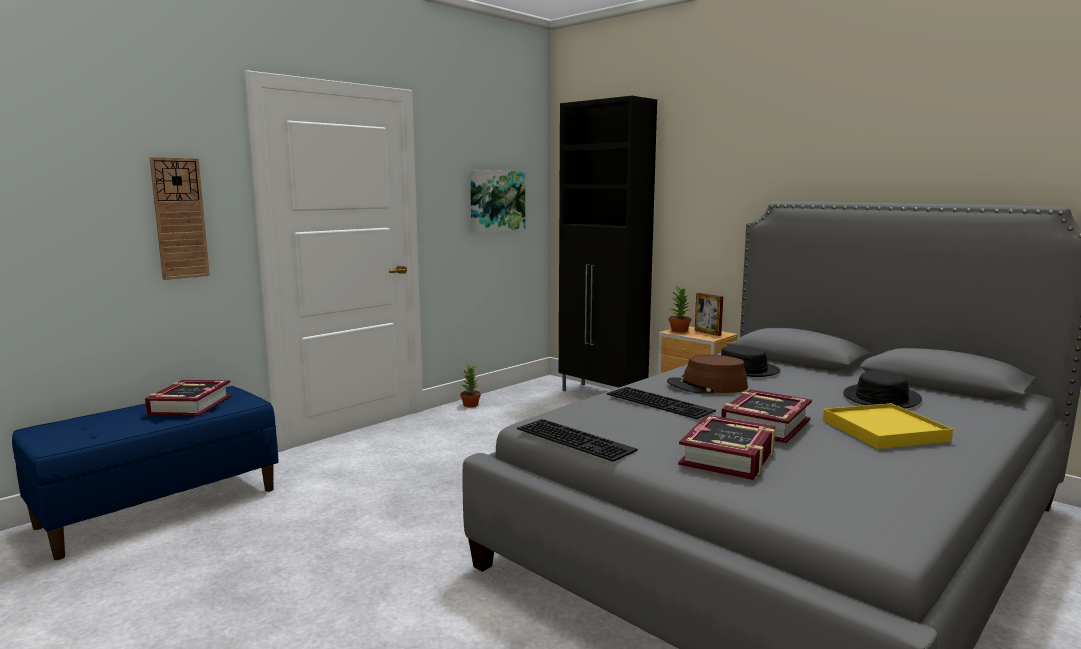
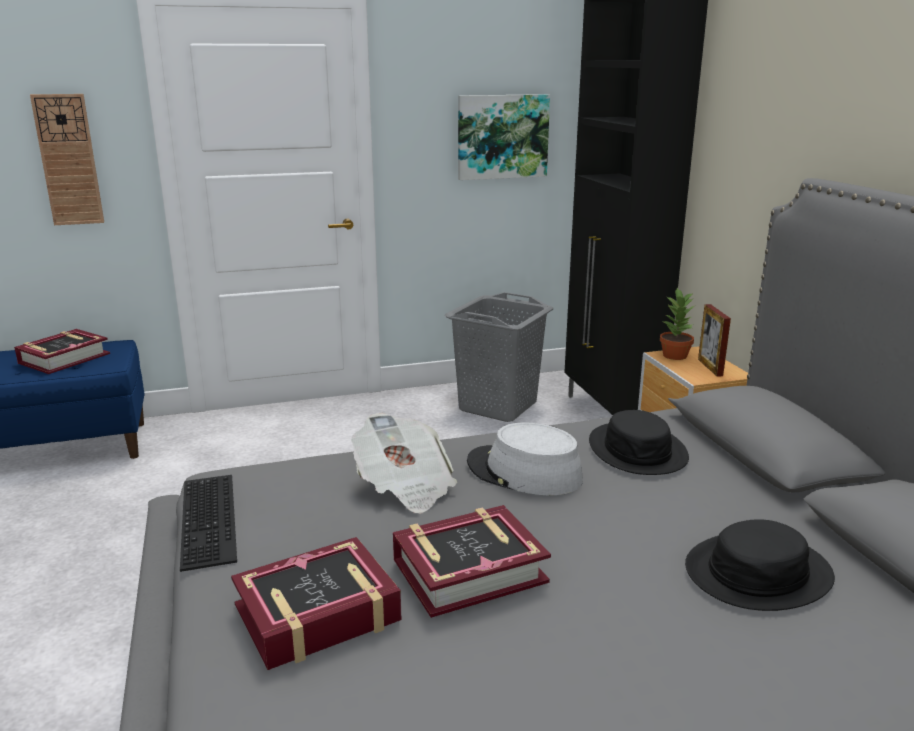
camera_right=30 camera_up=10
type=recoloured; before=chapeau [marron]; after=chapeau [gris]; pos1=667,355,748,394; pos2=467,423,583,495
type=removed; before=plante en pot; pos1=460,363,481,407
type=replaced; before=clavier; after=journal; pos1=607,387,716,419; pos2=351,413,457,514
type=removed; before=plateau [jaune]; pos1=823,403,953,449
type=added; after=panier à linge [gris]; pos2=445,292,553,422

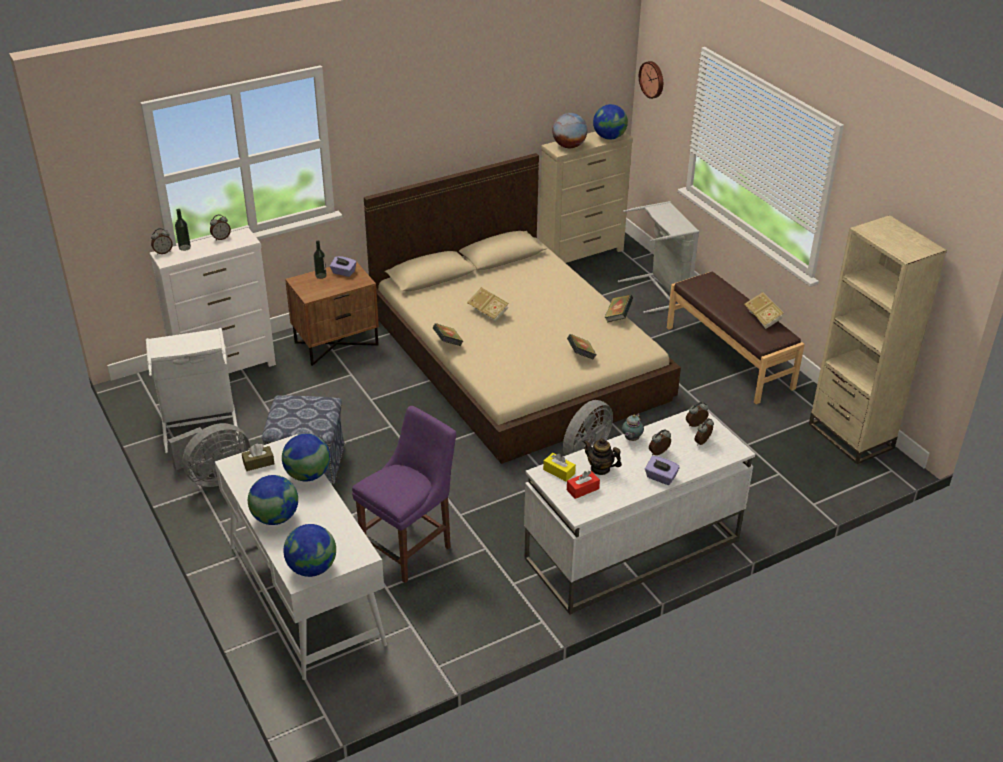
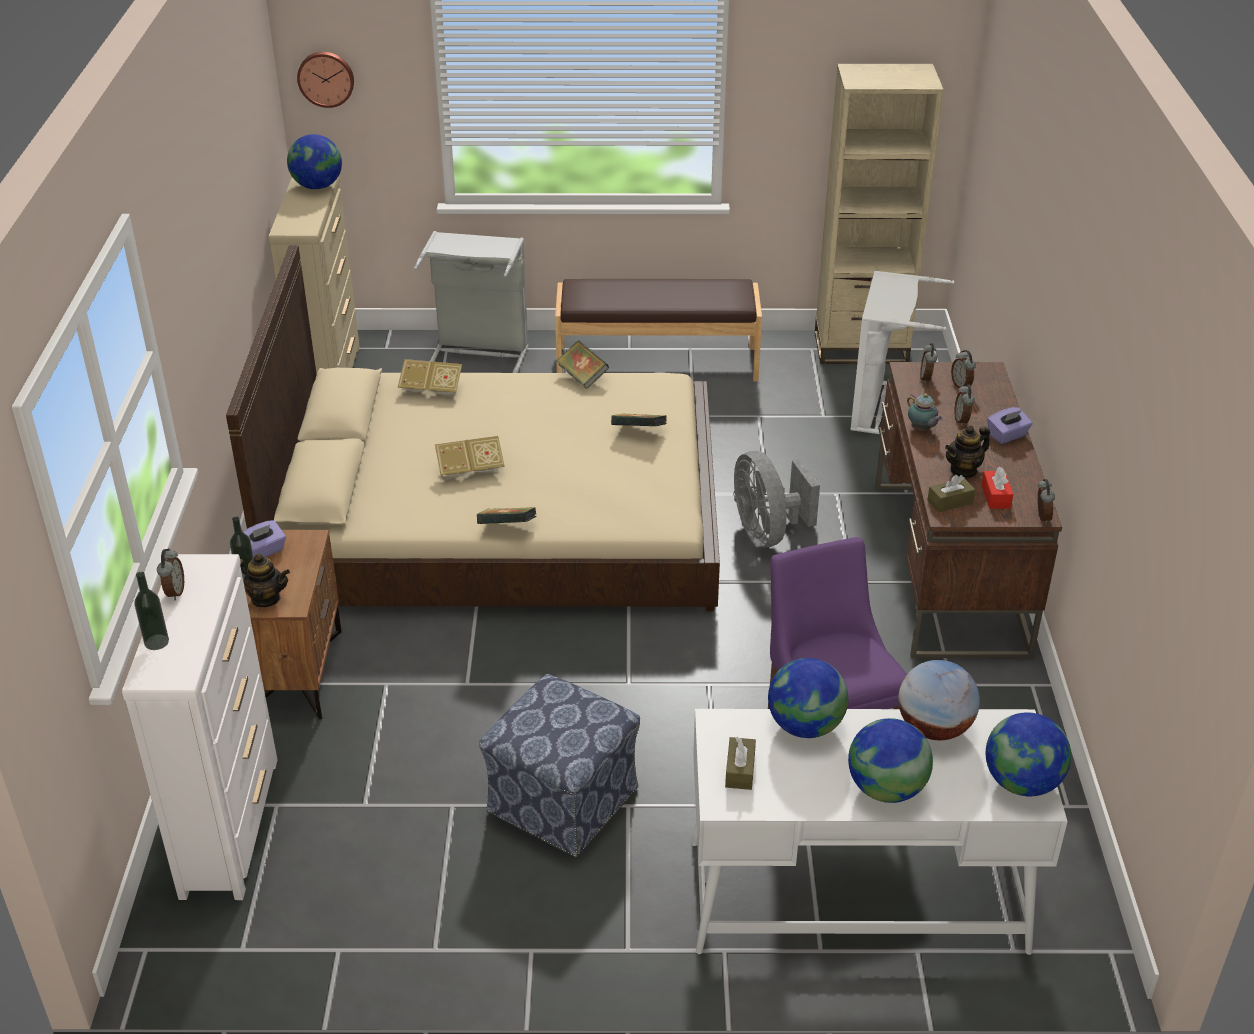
camera_right=-60 camera_up=0
type=moved; before=globe; pos1=552,113,587,148; pos2=898,660,980,740
type=moved; before=réveil; pos1=151,228,173,255; pos2=1037,479,1055,524
type=moved; before=livre; pos1=744,292,784,329; pos2=398,359,462,398
type=moved; before=panier à linge [blanc]; pos1=146,328,239,453; pos2=850,271,955,434
type=recoloured; before=bureau [blanc]; after=bureau [marron]; pos1=524,410,755,615; pos2=875,362,1062,658
type=removed; before=ventilateur [gris]; pos1=168,423,250,487
type=recoloured; before=boîte à mouchoirs [jaune]; after=boîte à mouchoirs [marron]; pos1=543,453,576,482; pos2=927,475,976,513
type=added; after=théière; pos2=240,554,290,607

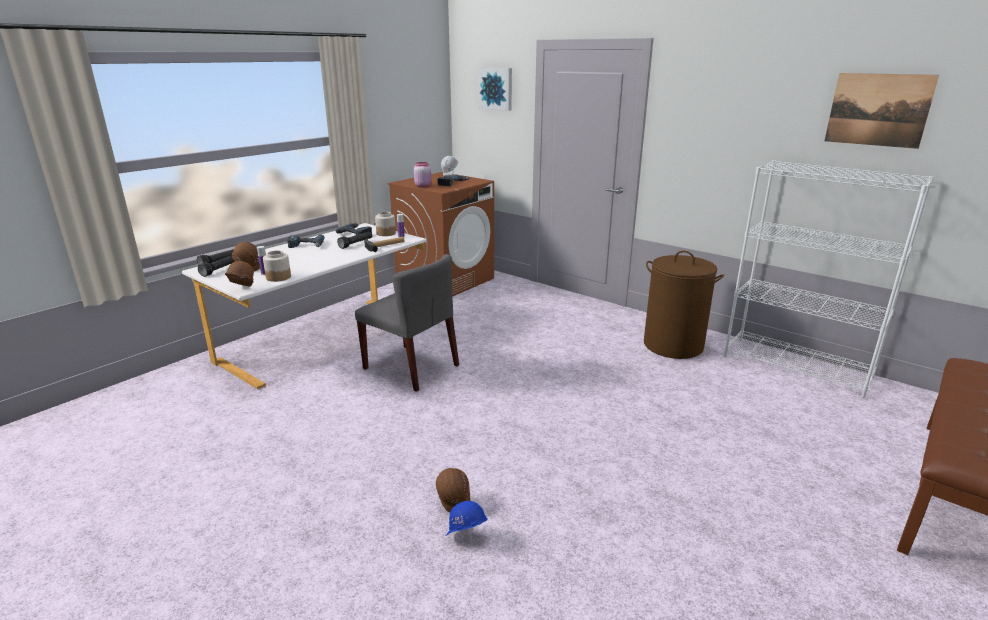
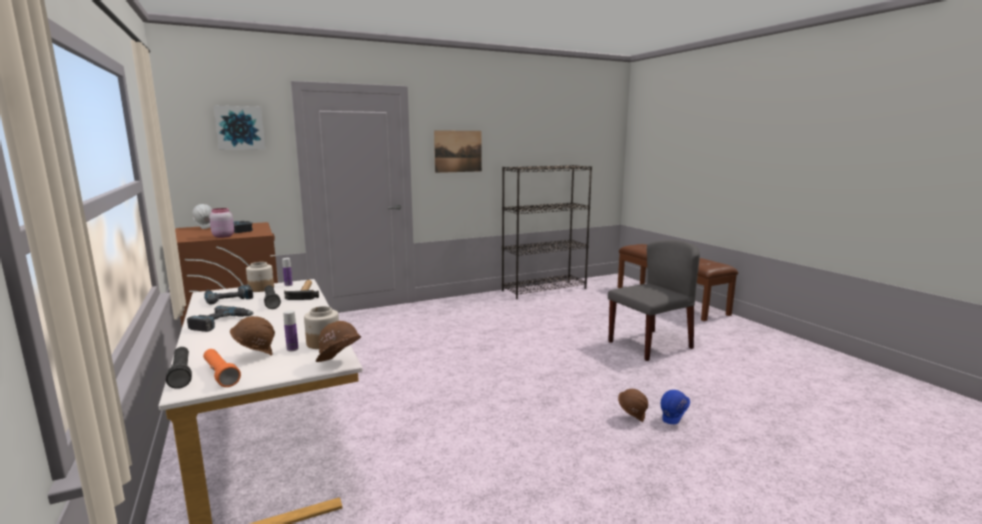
camera_right=-65 camera_up=-10
type=moved; before=tableau; pos1=825,73,939,149; pos2=434,130,482,173
type=recoloured; before=bibliothèque [blanc]; after=bibliothèque [noir]; pos1=724,160,934,398; pos2=502,165,592,299
type=removed; before=panier à linge [marron]; pos1=644,251,724,359
type=moved; before=chaise [gris]; pos1=355,254,459,392; pos2=608,240,700,361
type=recoloured; before=lampe de poche [noir]; after=lampe de poche [orange]; pos1=198,255,235,277; pos2=203,349,241,387

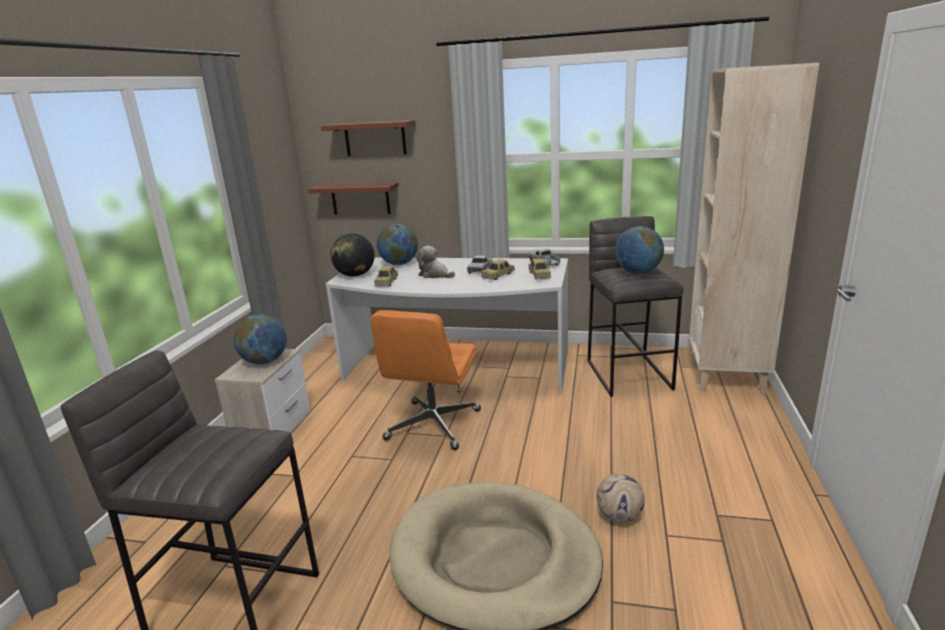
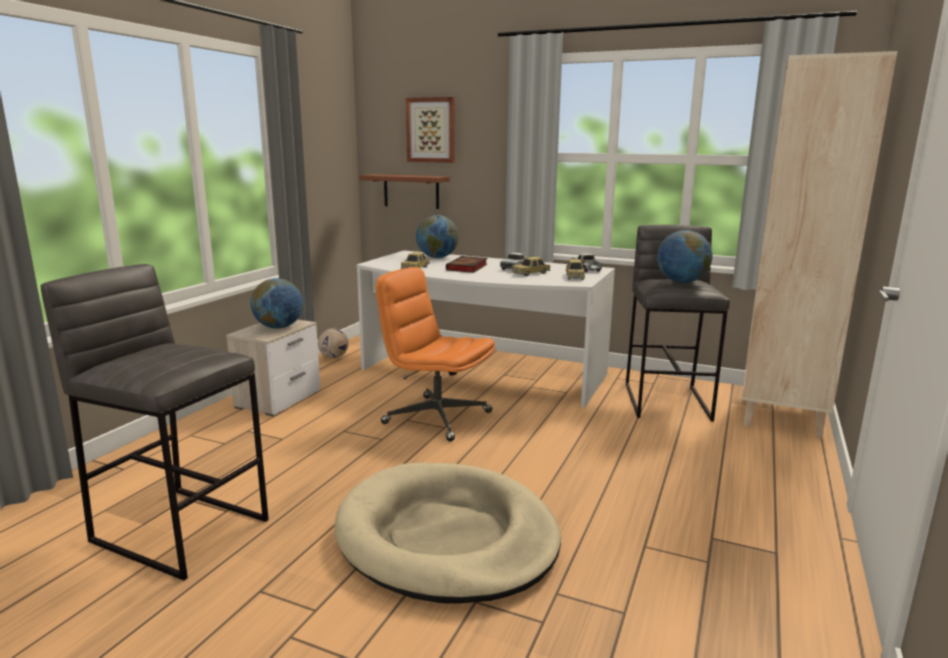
camera_right=10 camera_up=-5
type=replaced; before=étagère [marron]; after=tableau; pos1=321,120,416,156; pos2=406,97,455,163
type=removed; before=globe; pos1=331,233,375,277
type=replaced; before=peluche; after=livre; pos1=416,246,455,278; pos2=446,256,487,273
type=turned; before=chaise de bureau [orange]; pos1=370,310,481,450; pos2=376,267,496,441; turn=90
type=moved; before=ballon de foot; pos1=597,473,645,523; pos2=318,328,349,358

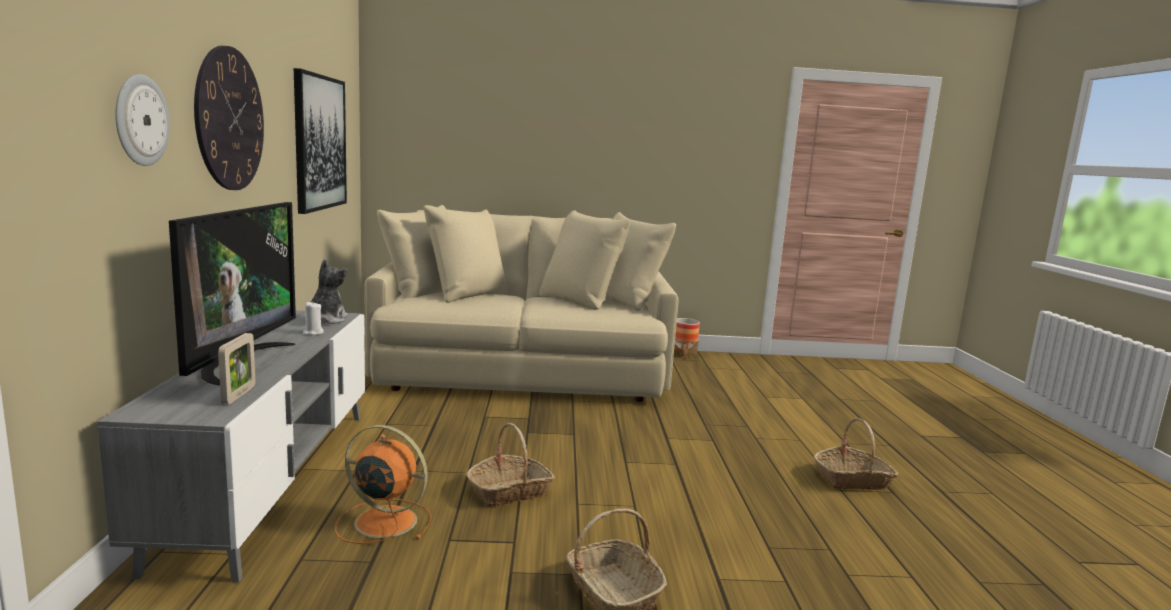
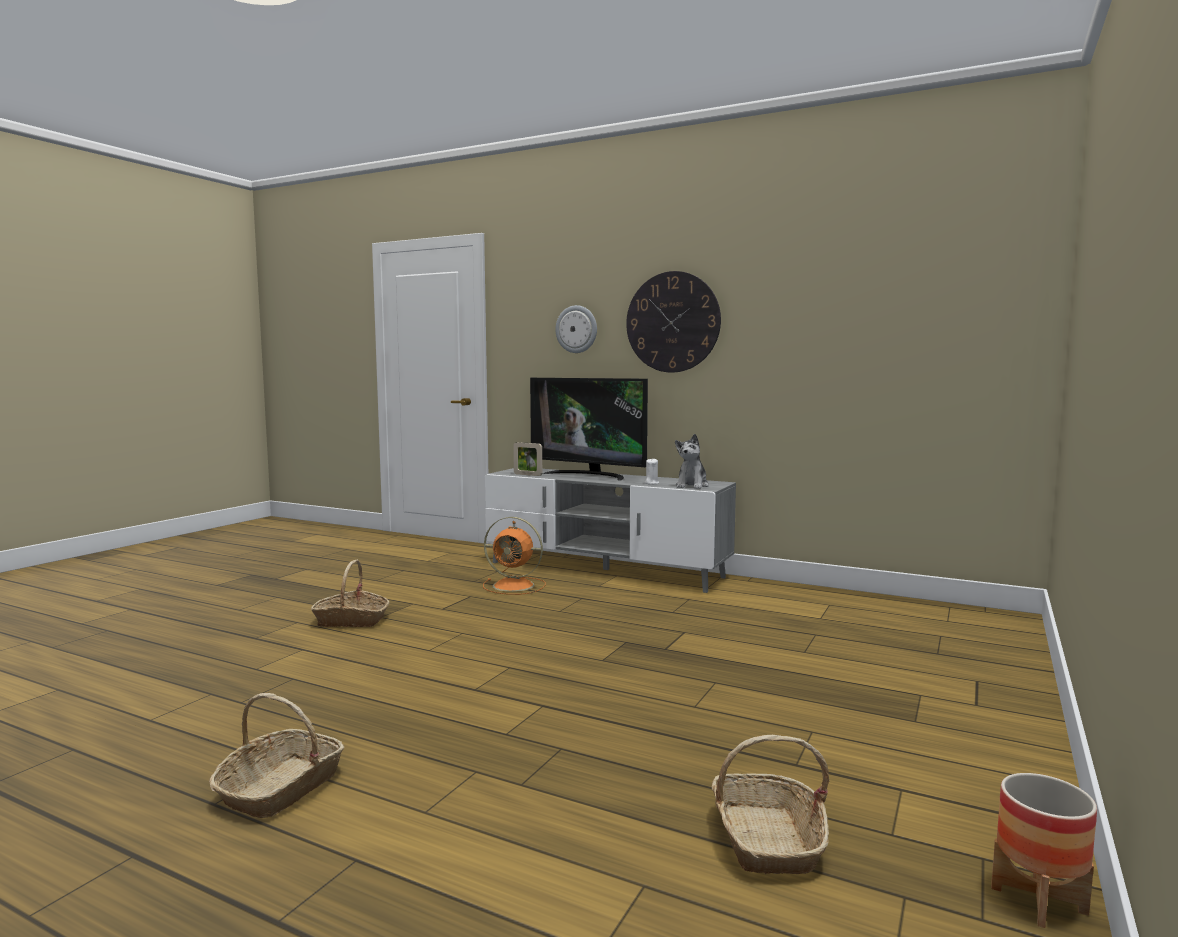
camera_right=120 camera_up=-5
type=removed; before=tableau; pos1=294,68,347,214
type=removed; before=canapé [beige]; pos1=364,205,679,402
type=turned; before=peluche; pos1=311,259,348,324; pos2=675,434,709,489; turn=75
type=moved; before=panier; pos1=466,423,555,507; pos2=712,735,829,874
type=turned; before=ventilateur [orange]; pos1=335,425,432,544; pos2=483,517,546,595; turn=60

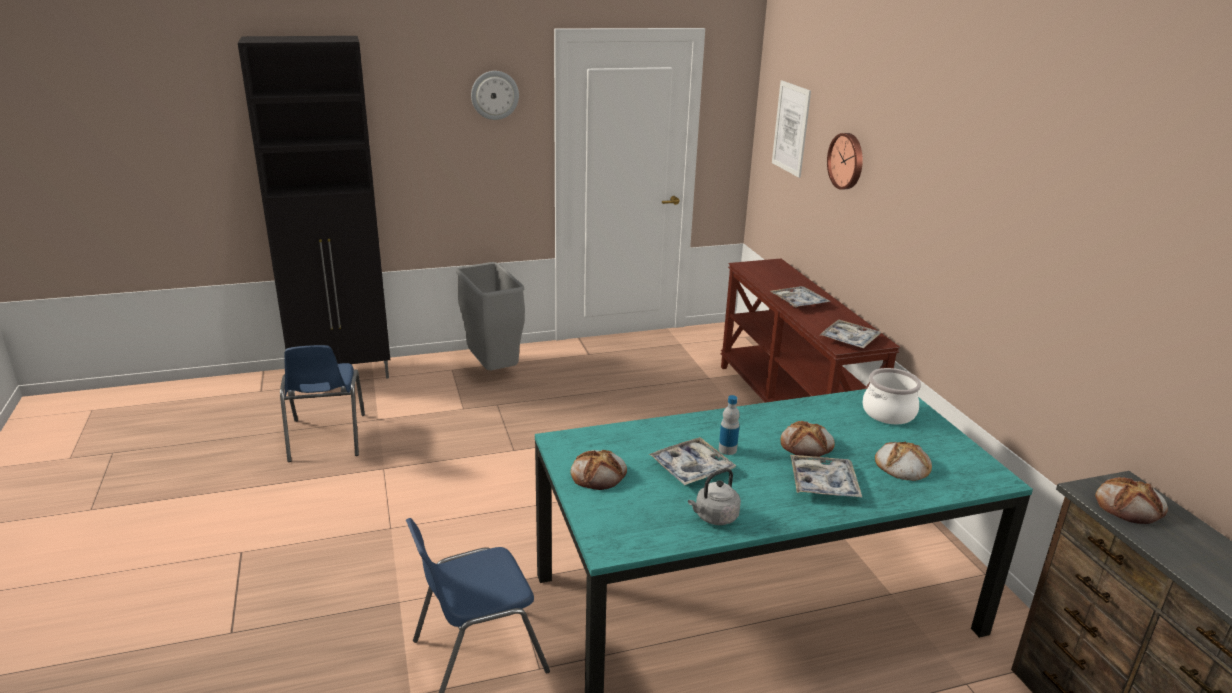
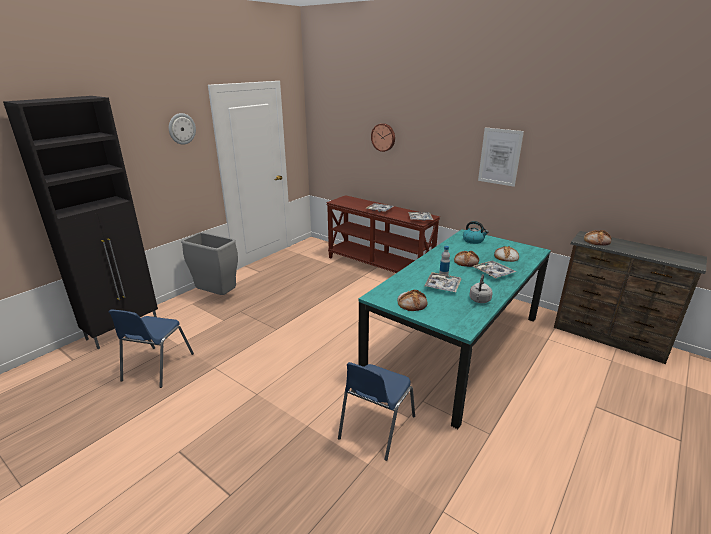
camera_right=-35 camera_up=0
type=moved; before=tableau; pos1=772,80,811,178; pos2=478,127,524,187
type=turned; before=chaise [bleu]; pos1=280,345,365,462; pos2=109,310,194,388; turn=60
type=replaced; before=marmite; after=bouilloire; pos1=862,368,921,424; pos2=463,221,489,244

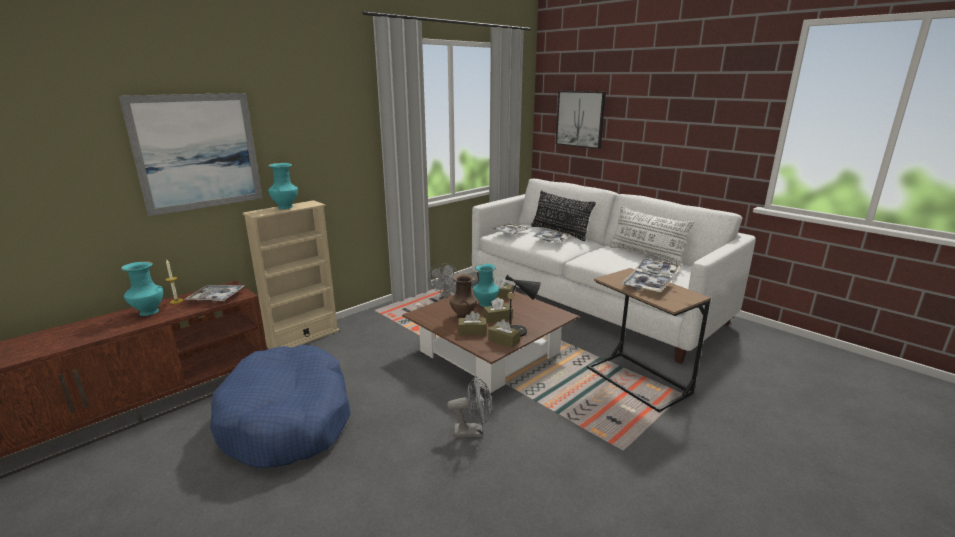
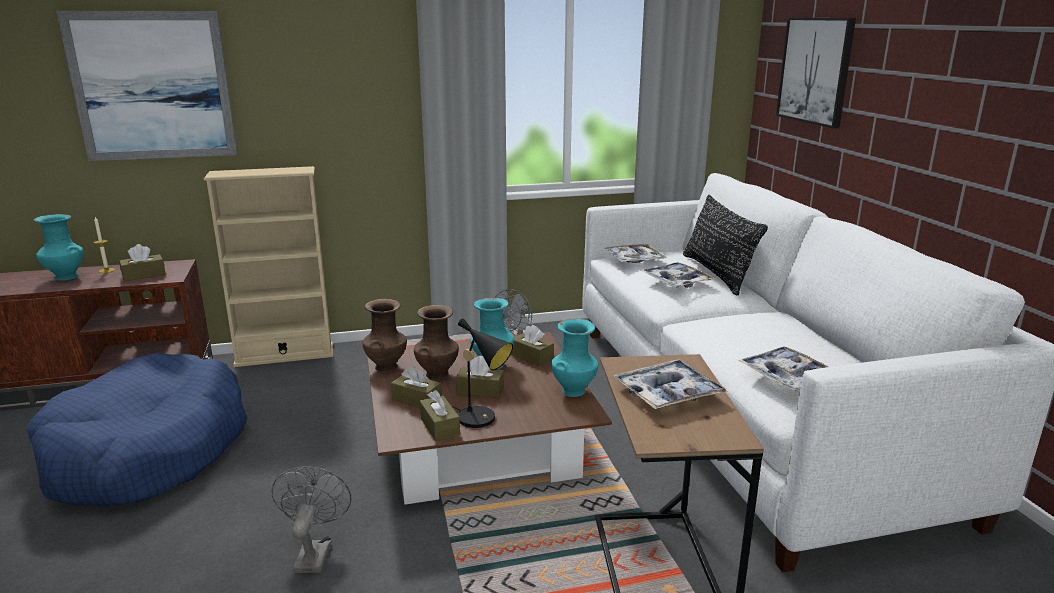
camera_right=30 camera_up=0
type=moved; before=vase [turquoise]; pos1=268,163,298,209; pos2=551,319,598,397
type=removed; before=coussin [blanc]; pos1=609,207,694,267
type=replaced; before=plateau; after=boîte à mouchoirs [marron]; pos1=184,285,244,302; pos2=119,244,166,281
type=turned; before=ventilateur [gris]; pos1=447,376,492,437; pos2=271,466,351,573; turn=-120
type=added; after=vase [marron]; pos2=362,299,407,372

